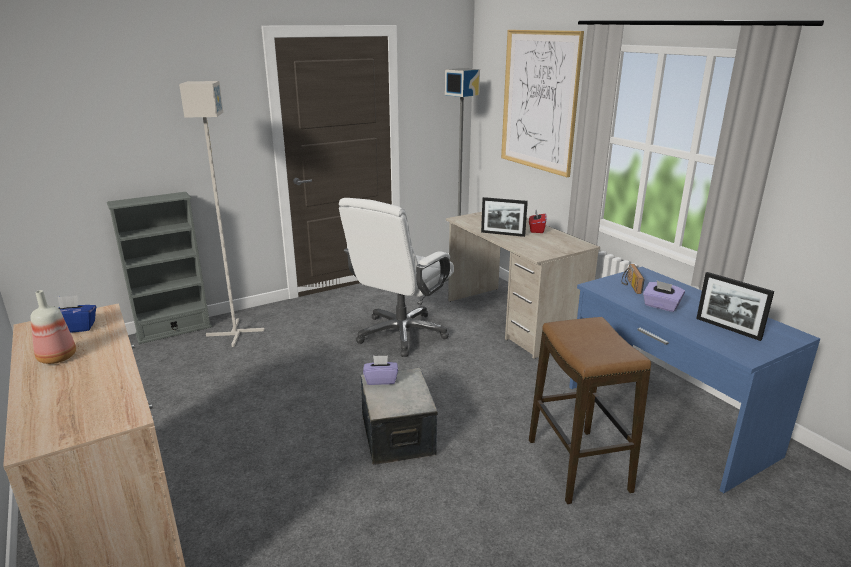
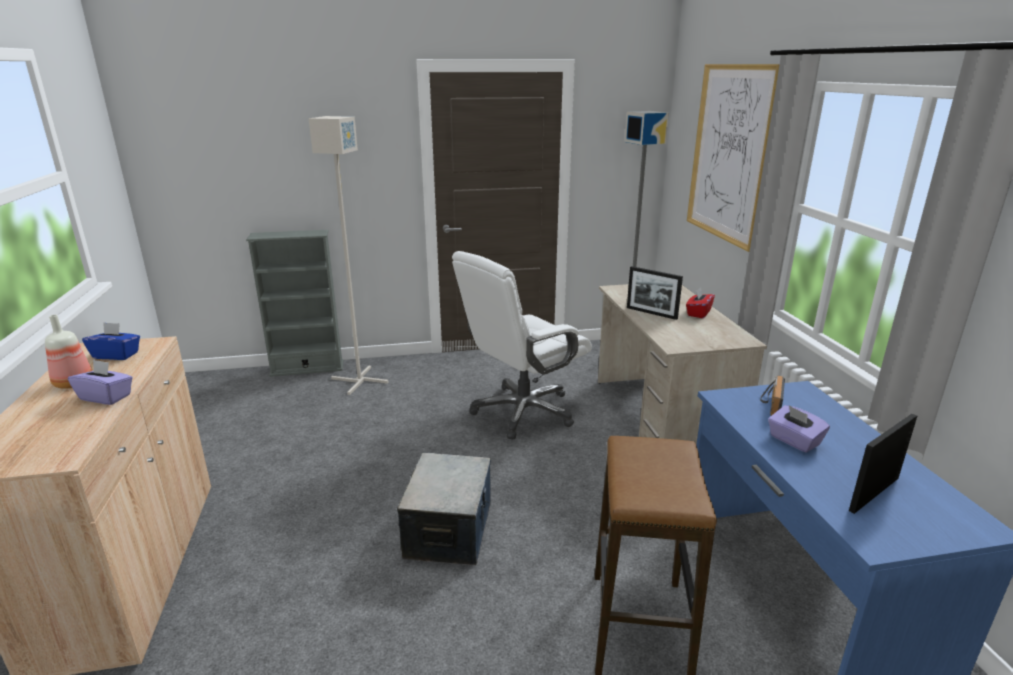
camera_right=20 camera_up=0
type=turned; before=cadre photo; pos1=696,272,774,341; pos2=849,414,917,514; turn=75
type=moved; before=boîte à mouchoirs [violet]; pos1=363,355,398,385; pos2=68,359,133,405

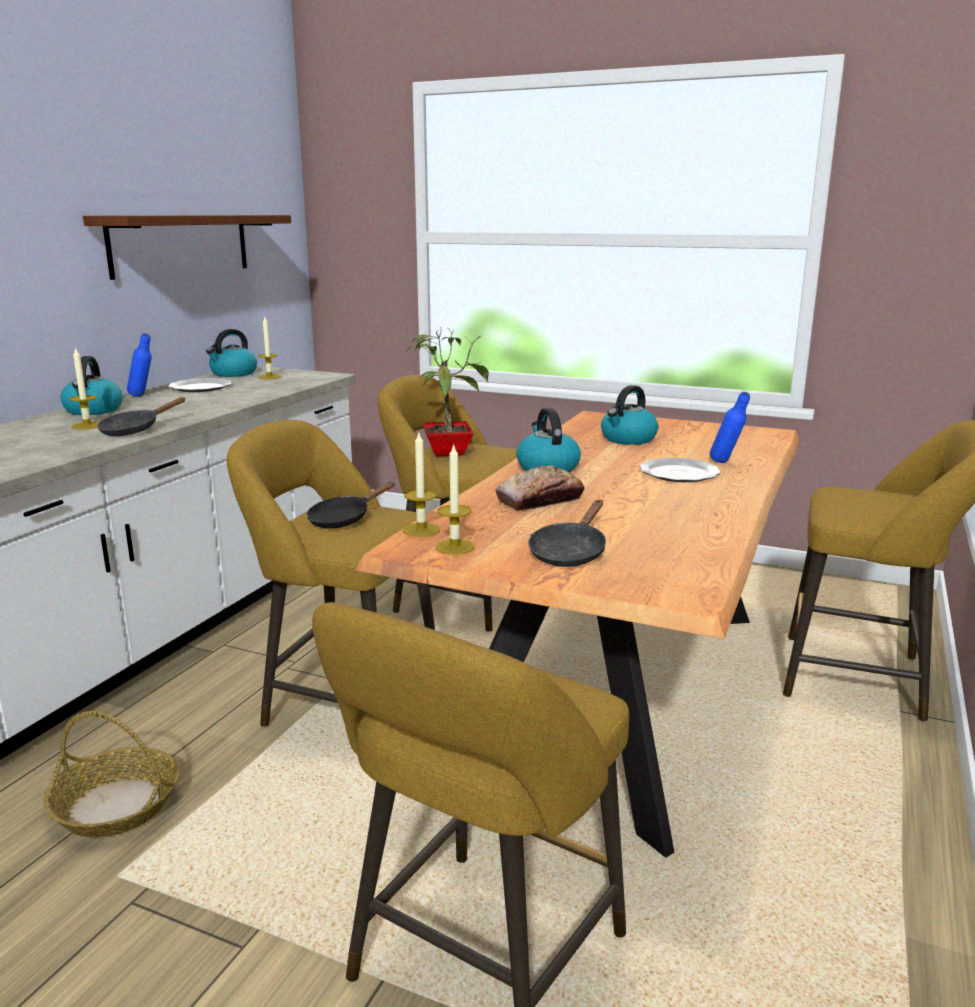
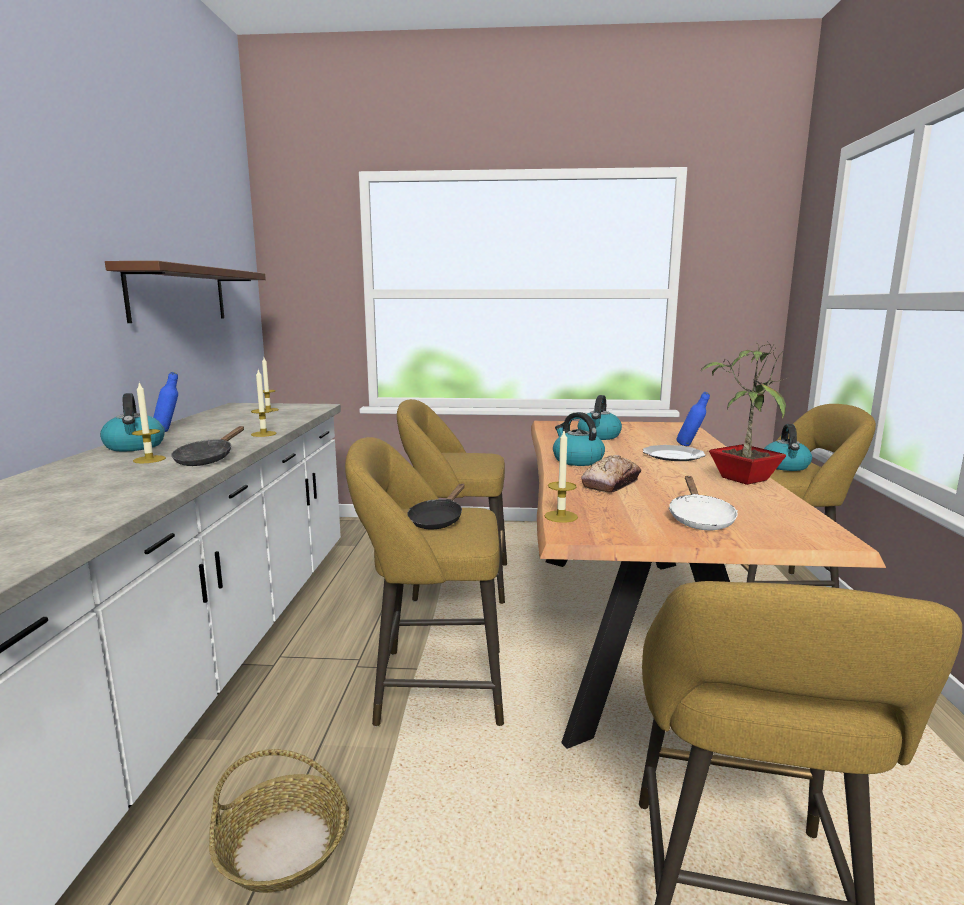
camera_right=-20 camera_up=-5
type=moved; before=plante en pot; pos1=406,327,489,456; pos2=700,342,789,485
type=moved; before=bouilloire; pos1=206,329,257,377; pos2=764,424,812,471
type=removed; before=assiette; pos1=168,378,232,392
type=moved; before=bougie; pos1=435,443,475,555; pos2=251,370,277,437
type=recoloured; before=poêle [noir]; after=poêle [blanc]; pos1=528,500,606,567; pos2=669,476,738,530

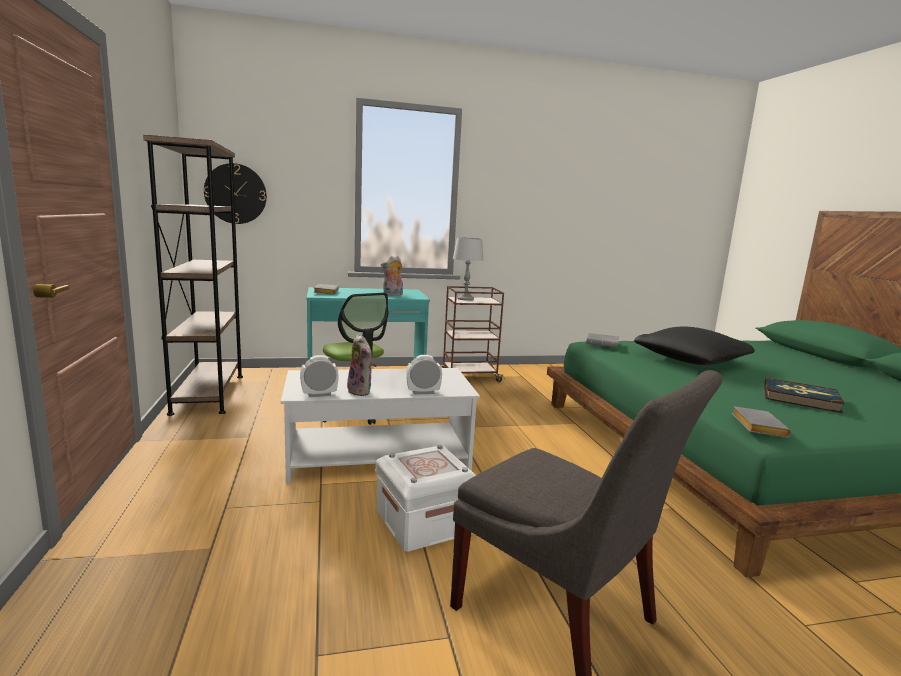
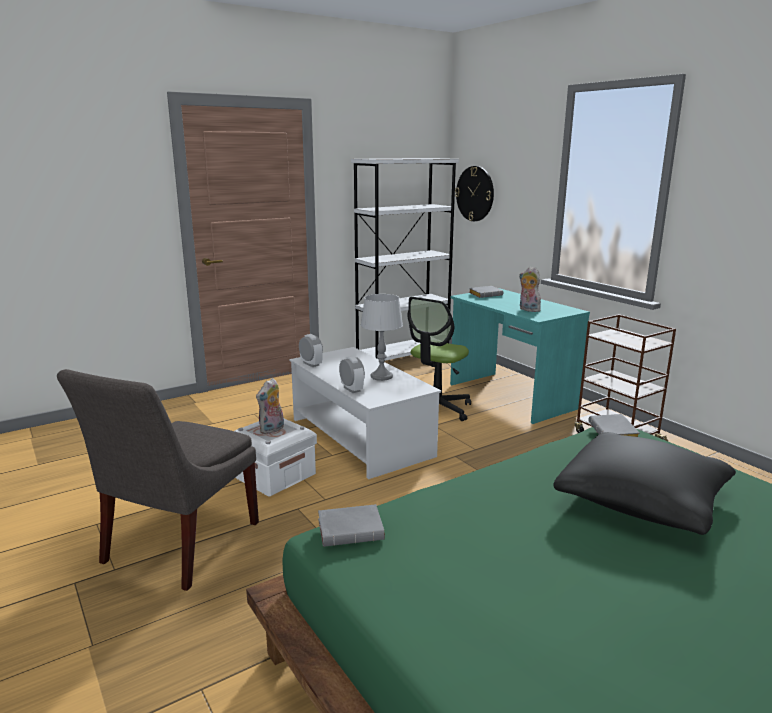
camera_right=70 camera_up=5
type=recoloured; before=bibliothèque [marron]; after=bibliothèque [blanc]; pos1=143,135,243,416; pos2=351,158,459,361
type=moved; before=lampe de table [gris]; pos1=453,237,484,301; pos2=361,294,403,381
type=moved; before=peluche; pos1=347,334,374,396; pos2=256,378,284,434
type=removed; before=livre; pos1=764,378,845,413

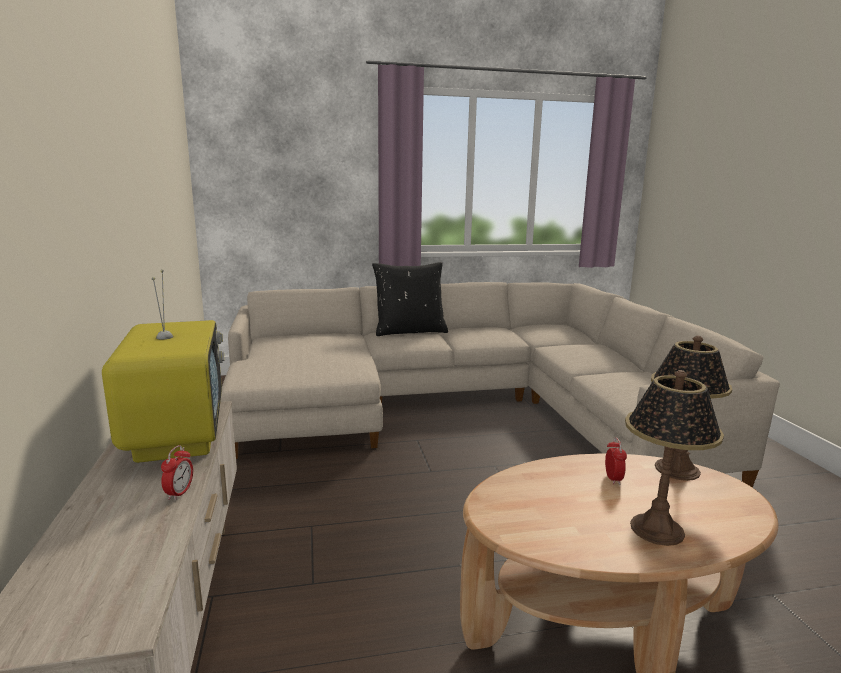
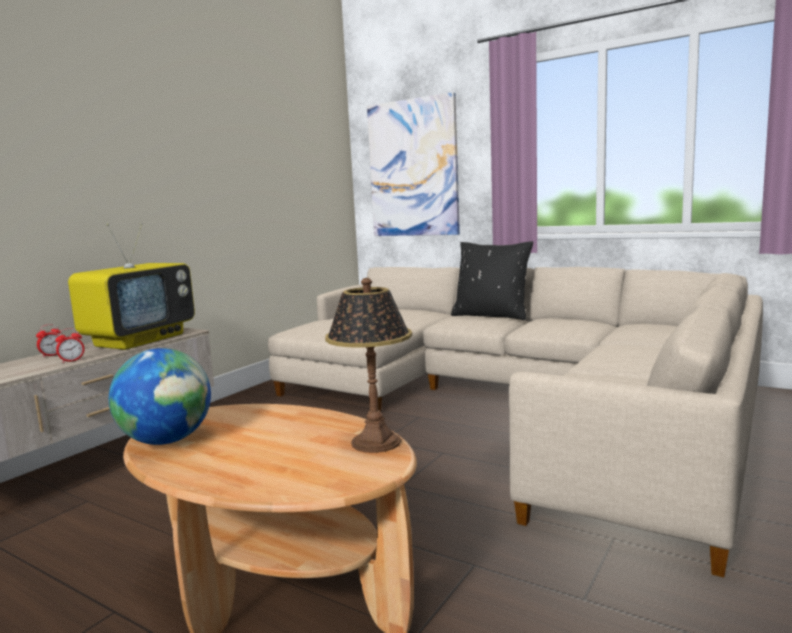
camera_right=45 camera_up=-5
type=removed; before=lampe de table; pos1=625,370,724,546
type=moved; before=réveil; pos1=605,438,627,485; pos2=36,324,61,358
type=added; after=tableau; pos2=367,92,460,236
type=added; after=globe; pos2=109,348,211,445

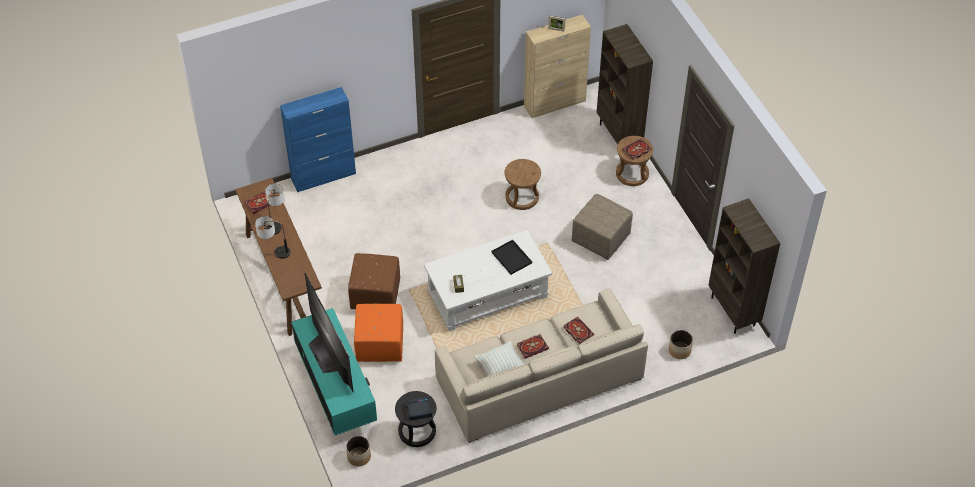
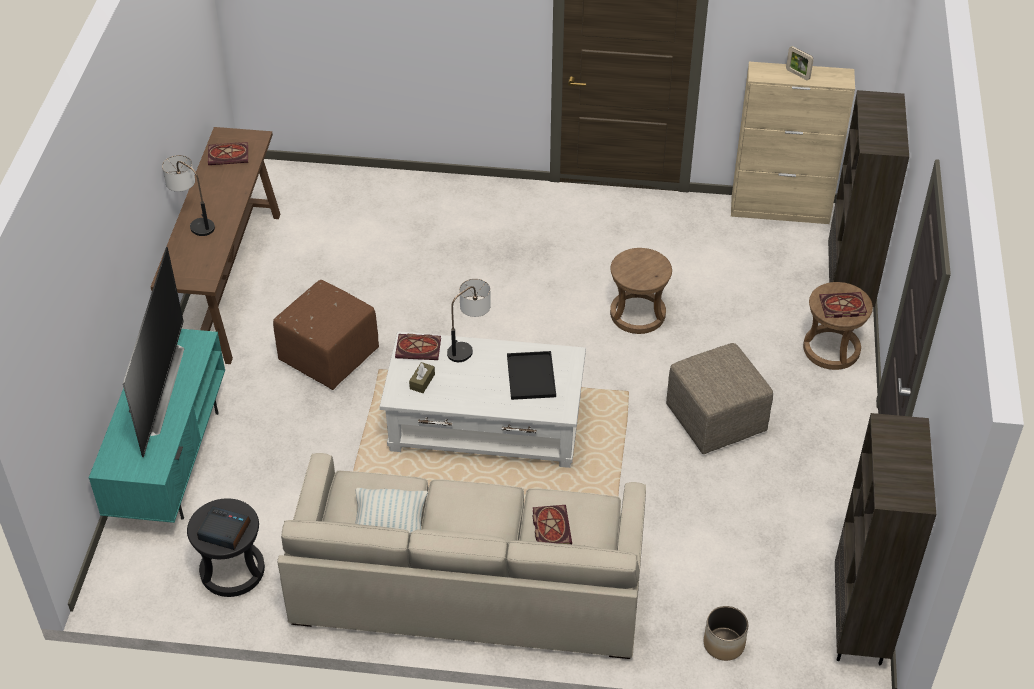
camera_right=30 camera_up=-5
type=removed; before=meuble de rangement [bleu]; pos1=280,87,356,192
type=moved; before=lampe de table; pos1=265,184,285,235; pos2=447,279,491,362
type=removed; before=pouf [orange]; pos1=354,304,403,362
type=moved; before=livre; pos1=517,334,549,359; pos2=395,334,441,360
type=removed; before=cache-pot; pos1=346,436,371,466

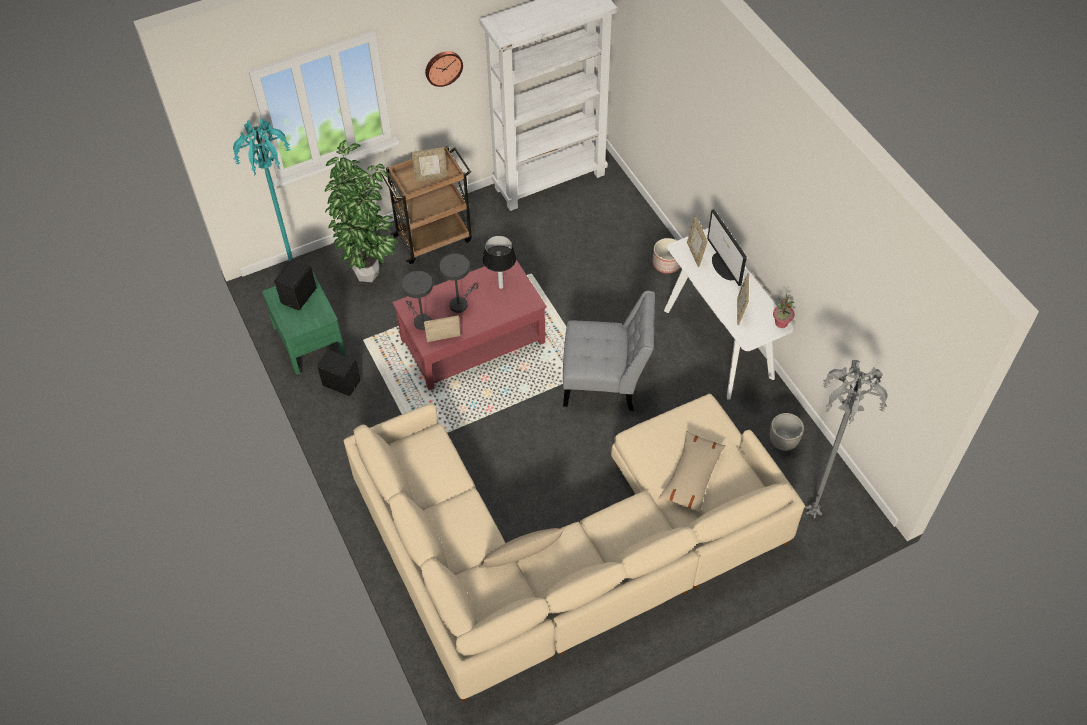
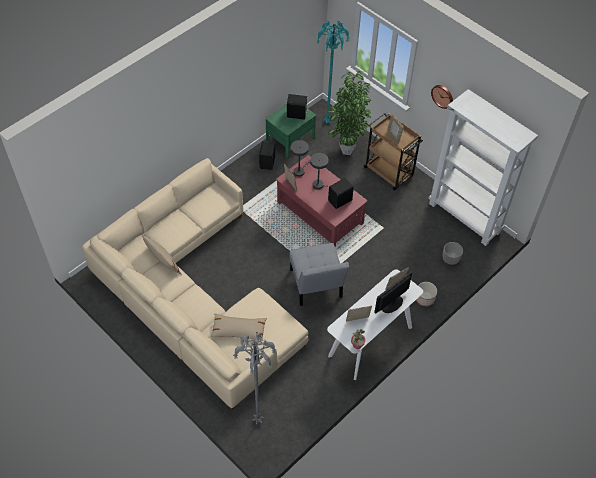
camera_right=70 camera_up=0
type=replaced; before=lampe de table; after=enceinte [noir]; pos1=483,235,516,289; pos2=328,178,354,209
type=moved; before=cache-pot; pos1=770,413,804,451; pos2=443,242,463,265

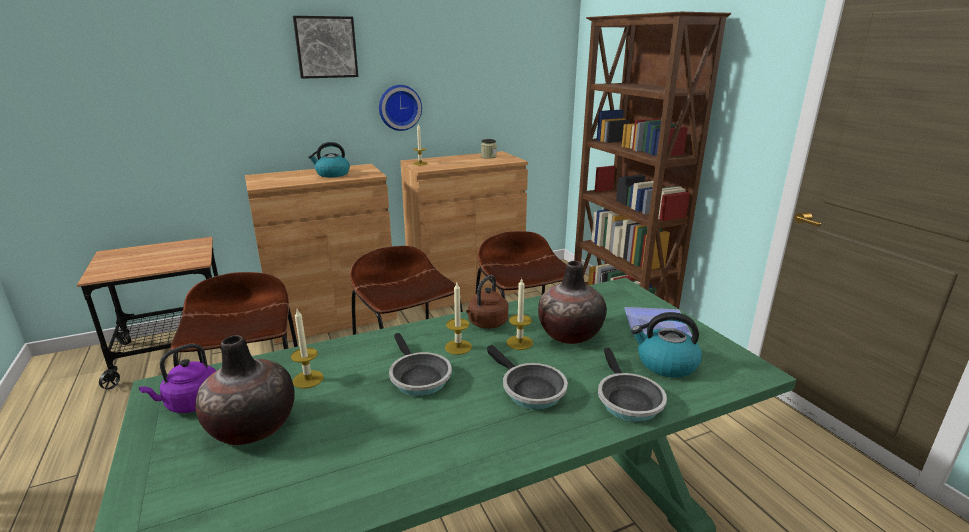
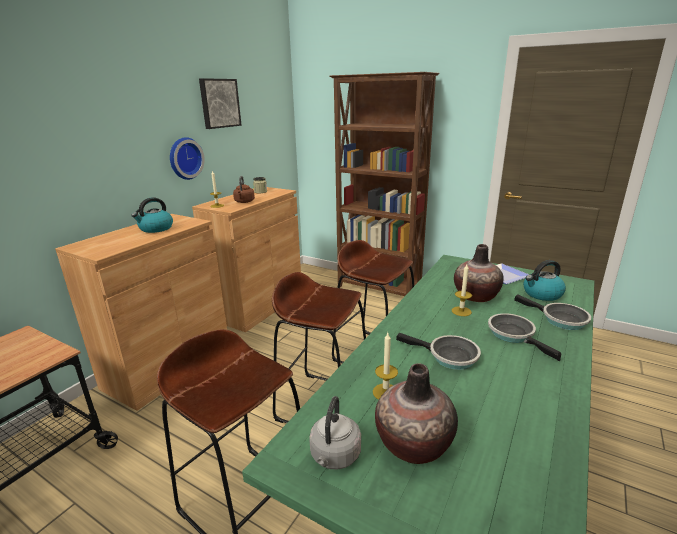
camera_right=-35 camera_up=0
type=moved; before=tableau; pos1=293,16,358,79; pos2=199,78,241,129
type=moved; before=bouilloire [marron]; pos1=466,275,508,329; pos2=233,176,255,203
type=removed; before=bougie; pos1=445,283,472,355
type=recoloured; before=bouilloire [violet]; after=bouilloire [gris]; pos1=139,344,216,413; pos2=309,396,361,470
type=turned; before=poêle; pos1=487,345,568,410; pos2=488,313,561,361; turn=-135

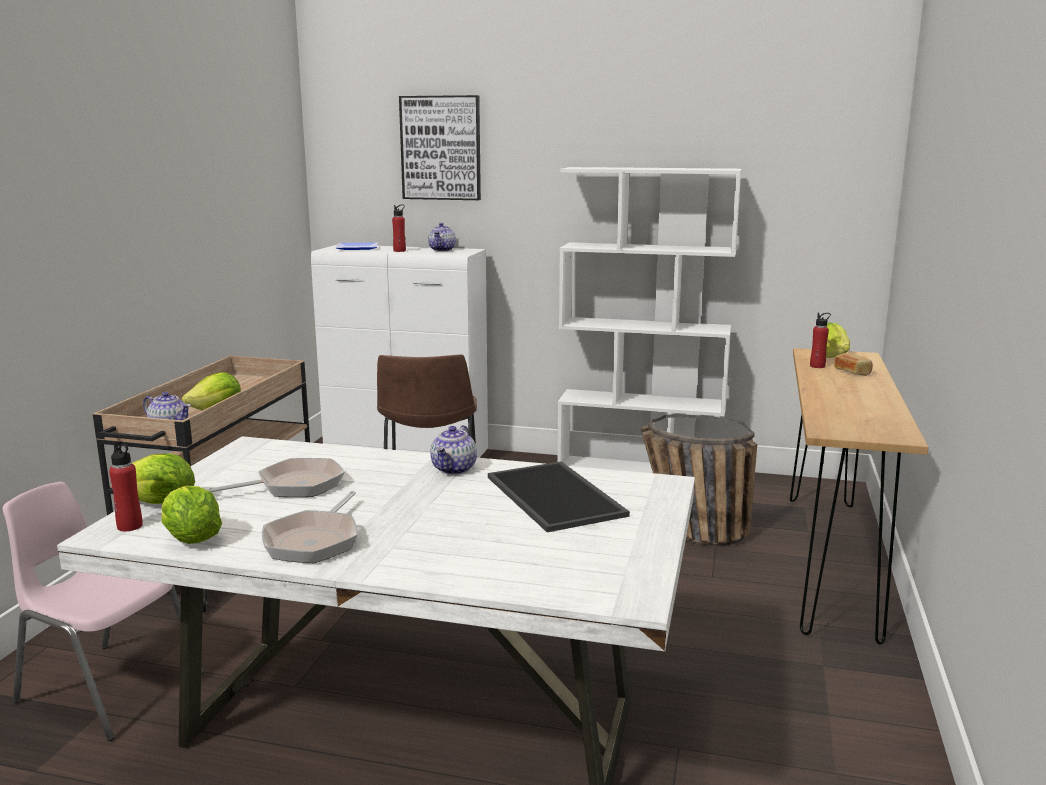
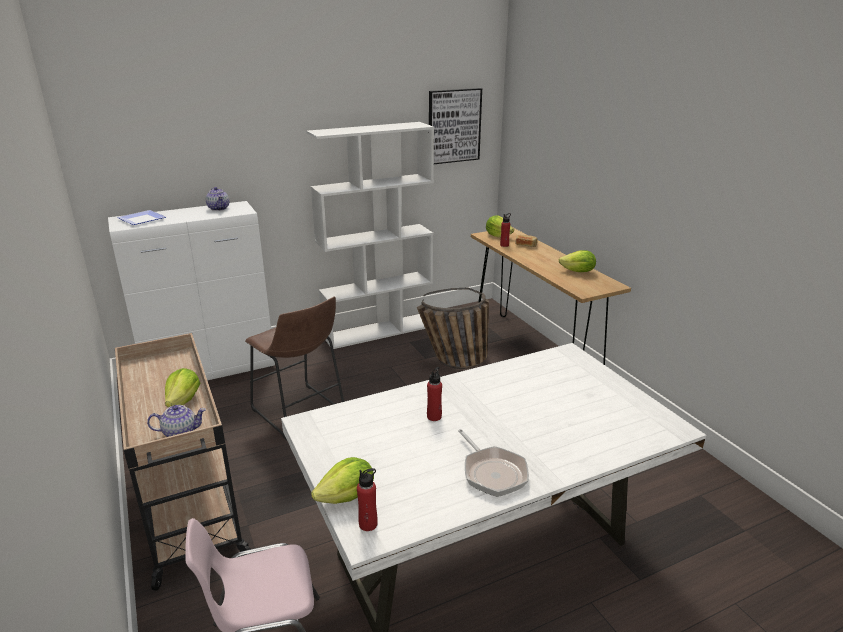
camera_right=-40 camera_up=10
type=moved; before=tableau; pos1=399,95,481,200; pos2=429,88,482,164
type=moved; before=bouteille [rouge]; pos1=392,205,406,252; pos2=427,367,442,421
type=removed; before=théière; pos1=430,425,477,475
type=removed; before=poêle; pos1=206,458,345,497
type=removed; before=plateau; pos1=488,461,630,532
type=moved; before=laitue; pos1=161,485,222,544; pos2=559,250,596,272

